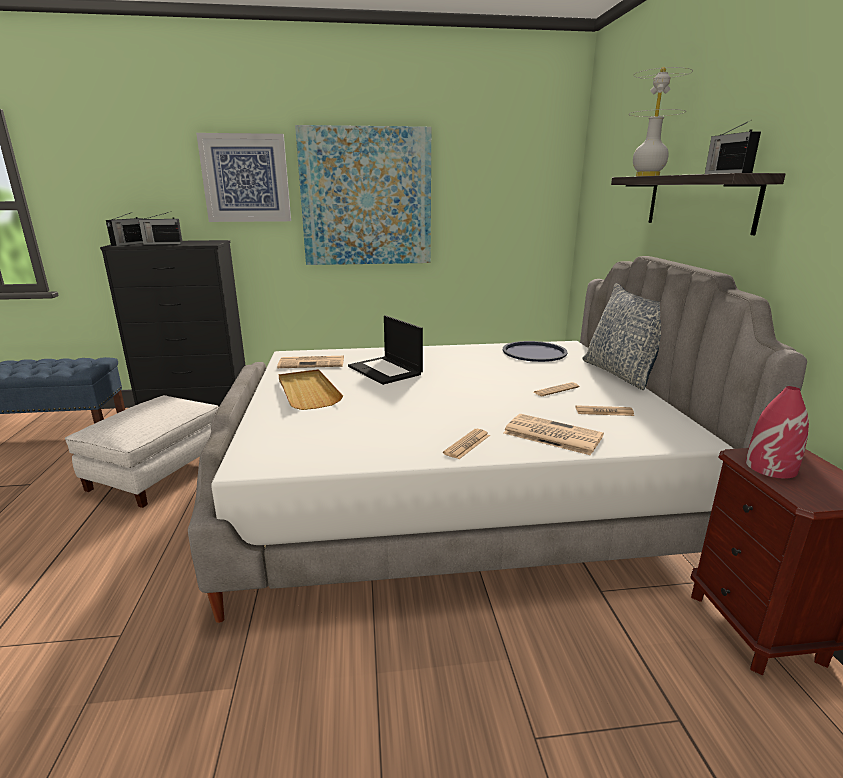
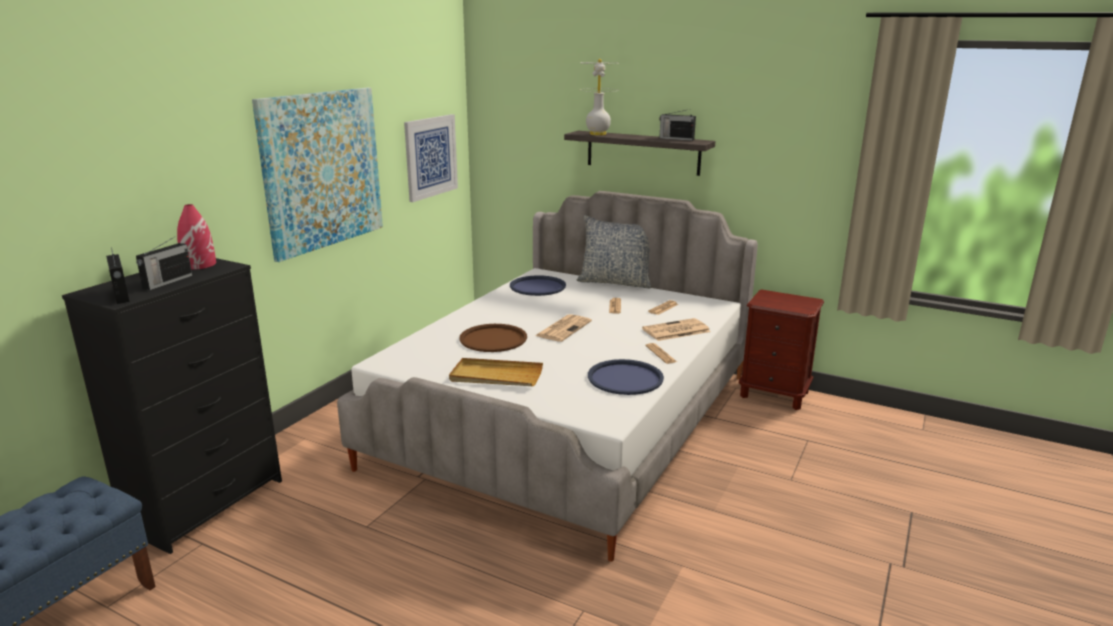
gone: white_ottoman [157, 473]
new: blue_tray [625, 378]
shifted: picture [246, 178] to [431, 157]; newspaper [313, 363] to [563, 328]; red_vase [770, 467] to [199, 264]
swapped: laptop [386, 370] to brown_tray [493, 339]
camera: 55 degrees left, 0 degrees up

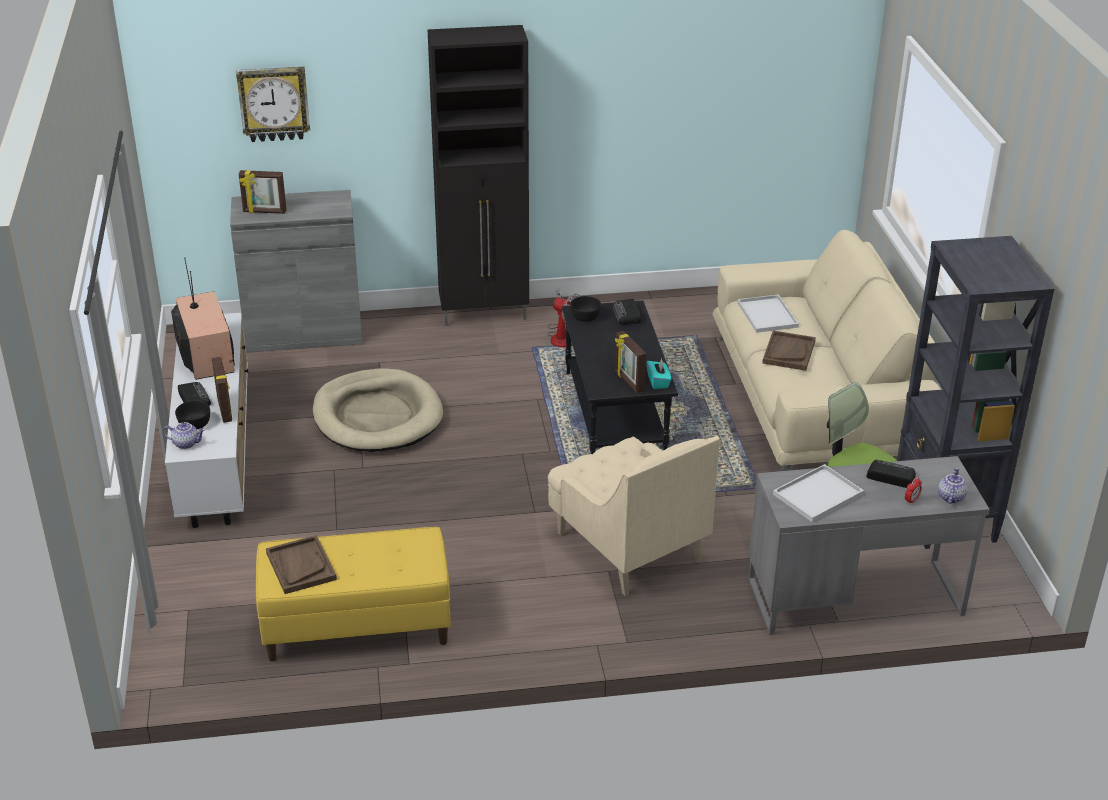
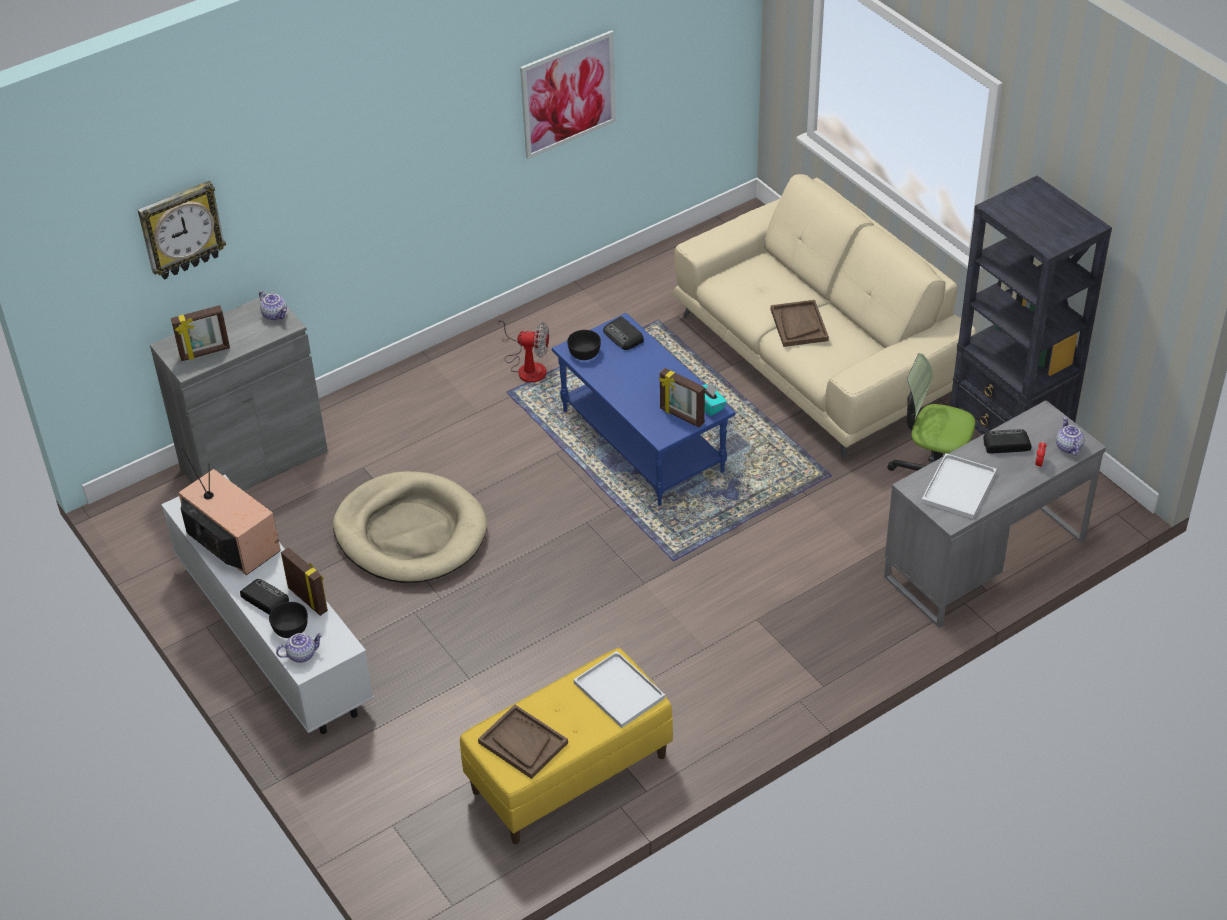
gone: black_cabinet [485, 314]; beige_armchair [627, 545]
new: teapot [275, 314]; picture [568, 94]
shifted: white_tray [766, 314] to [617, 690]
repainted: black_coffee_table [616, 413] to blue_coffee_table [644, 441]
camera: 25 degrees left, 10 degrees up

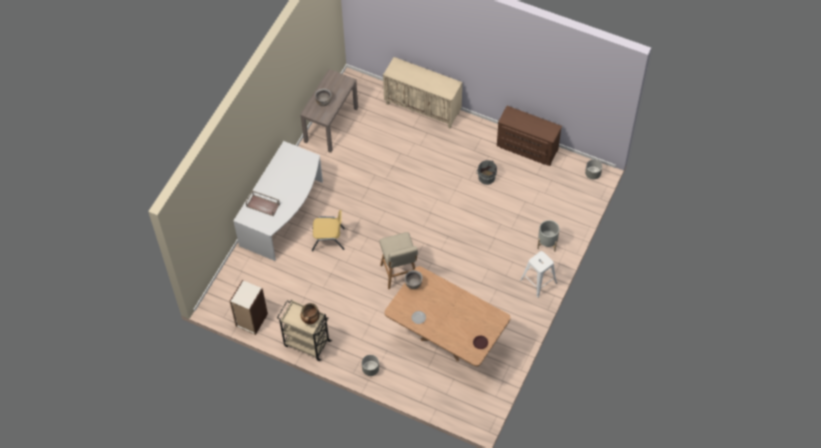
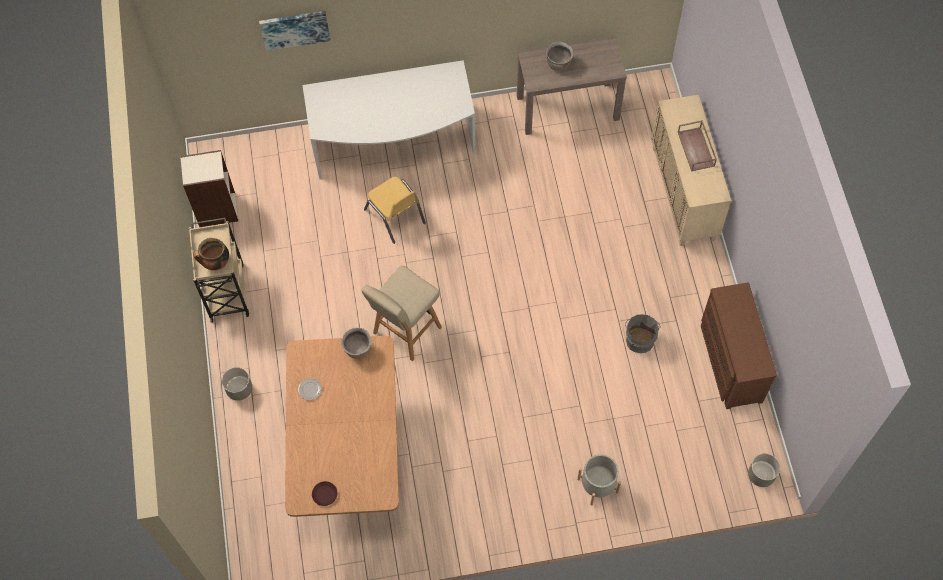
gone: white_stool [538, 281]
new: picture [295, 29]
shifted: brown_tray [263, 205] to [696, 149]
camera: 55 degrees right, 5 degrees up

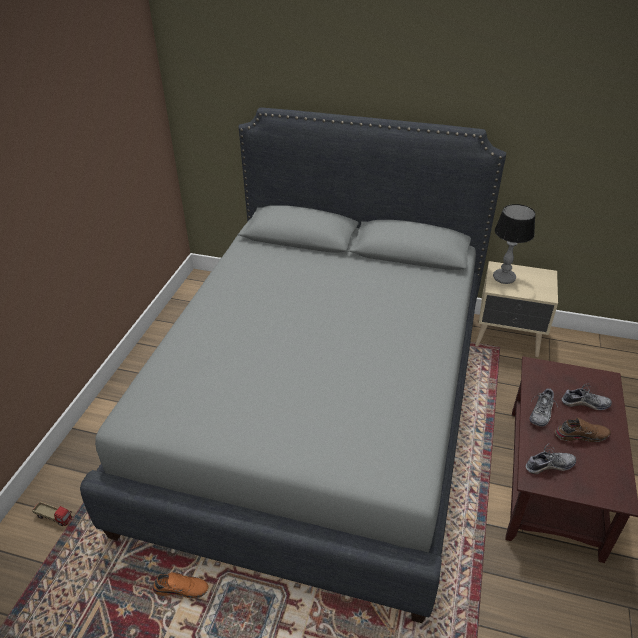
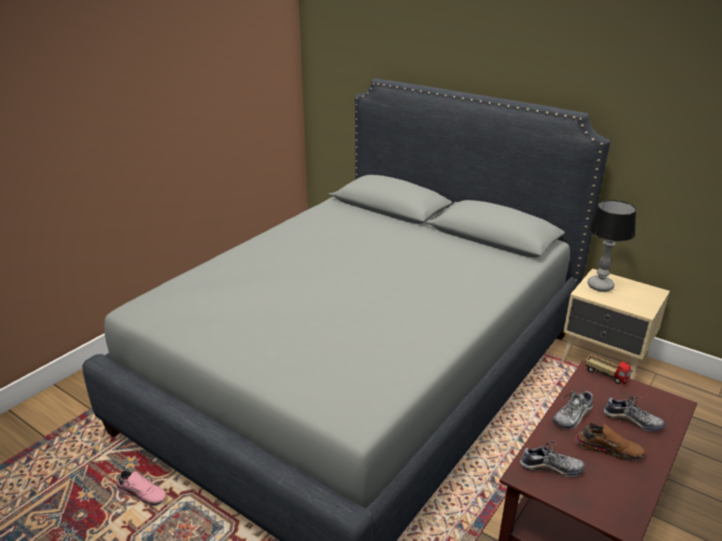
shifted: toy_truck [55, 517] to [606, 375]
repainted: orange_shoe [181, 588] to pink_shoe [143, 493]
camera: 20 degrees right, 10 degrees down

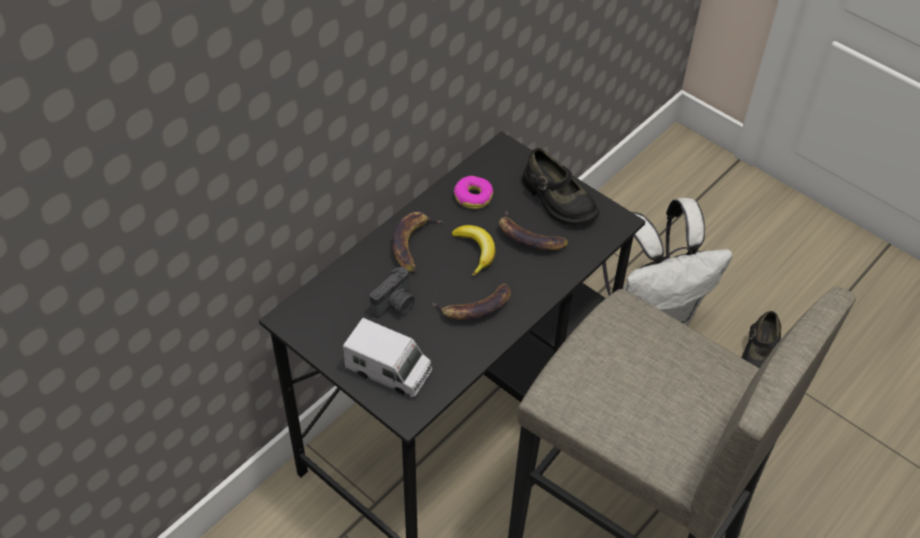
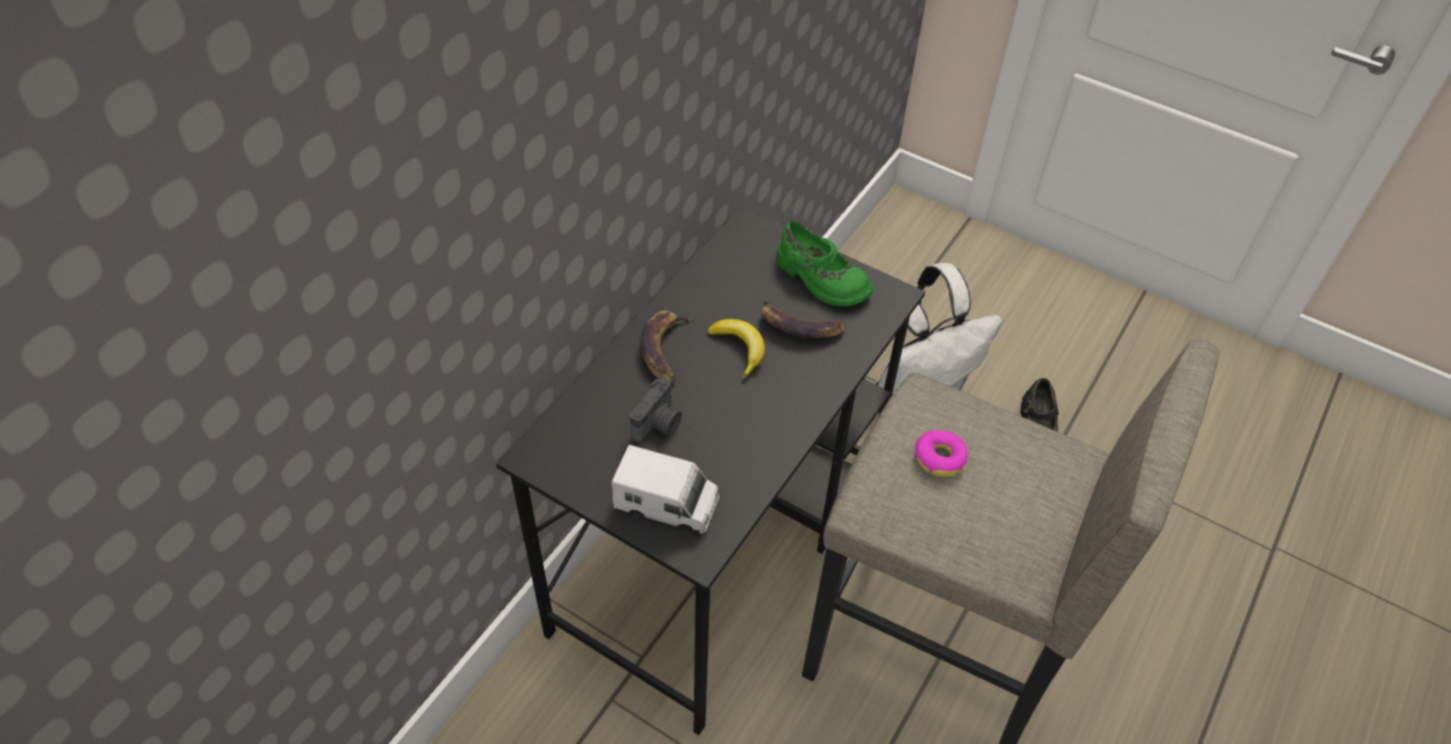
gone: banana [475, 308]
shifted: donut [473, 197] to [939, 458]
repainted: black_shoe [557, 200] to green_shoe [821, 279]
camera: 10 degrees left, 0 degrees up

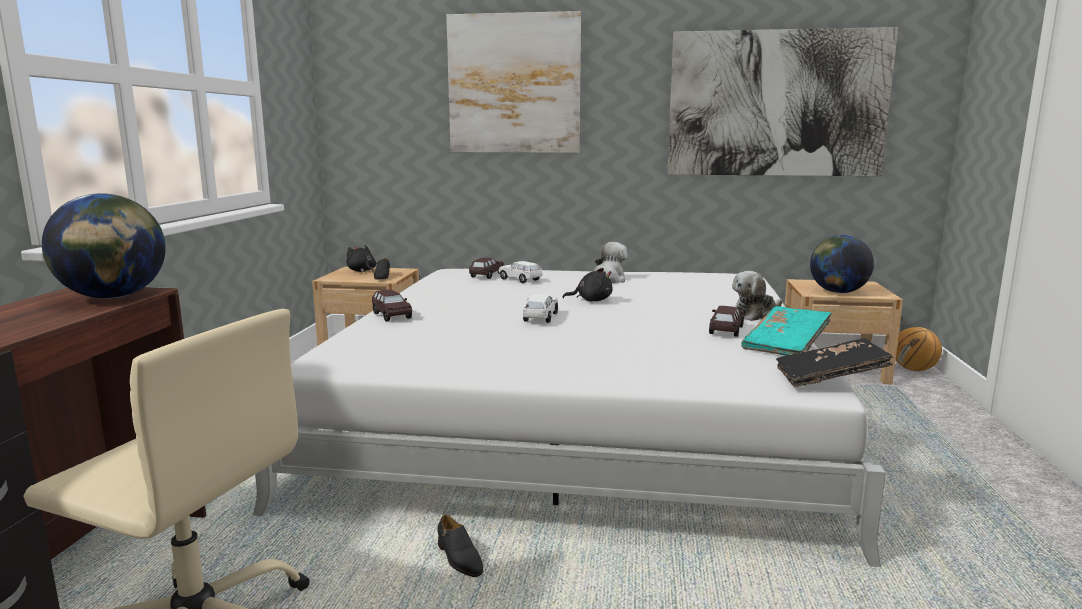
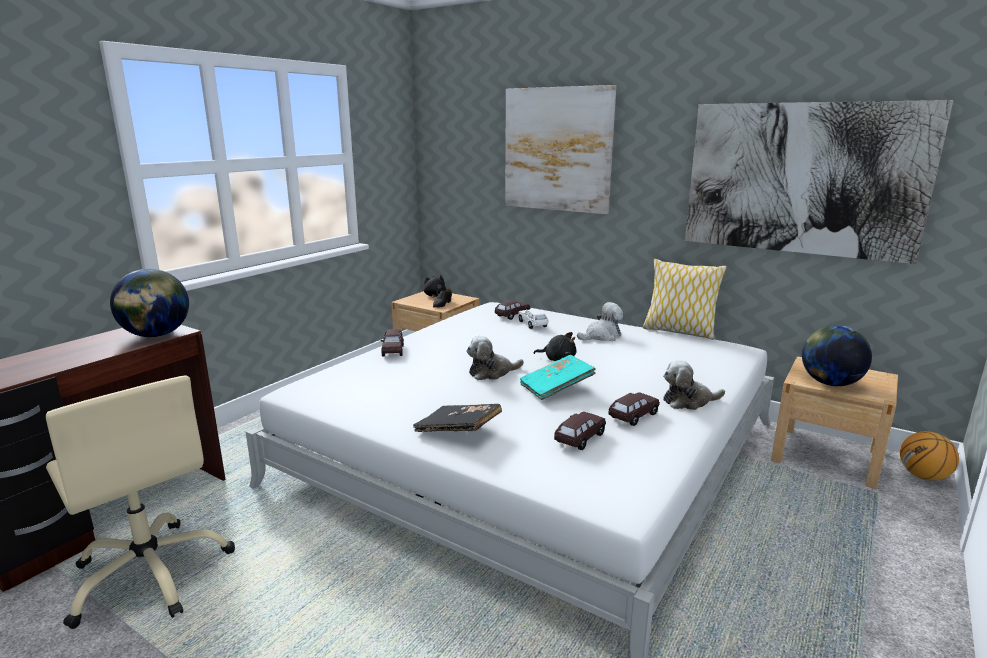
gone: black_shoe [459, 559]
new: brown_toy_car [579, 438]; pillow [679, 331]
shifted: turquoise_book [786, 346] to [556, 387]; black_book [829, 379] to [458, 430]
swapped: white_toy_car [540, 317] to plush_toy [492, 373]
camera: 25 degrees right, 5 degrees up

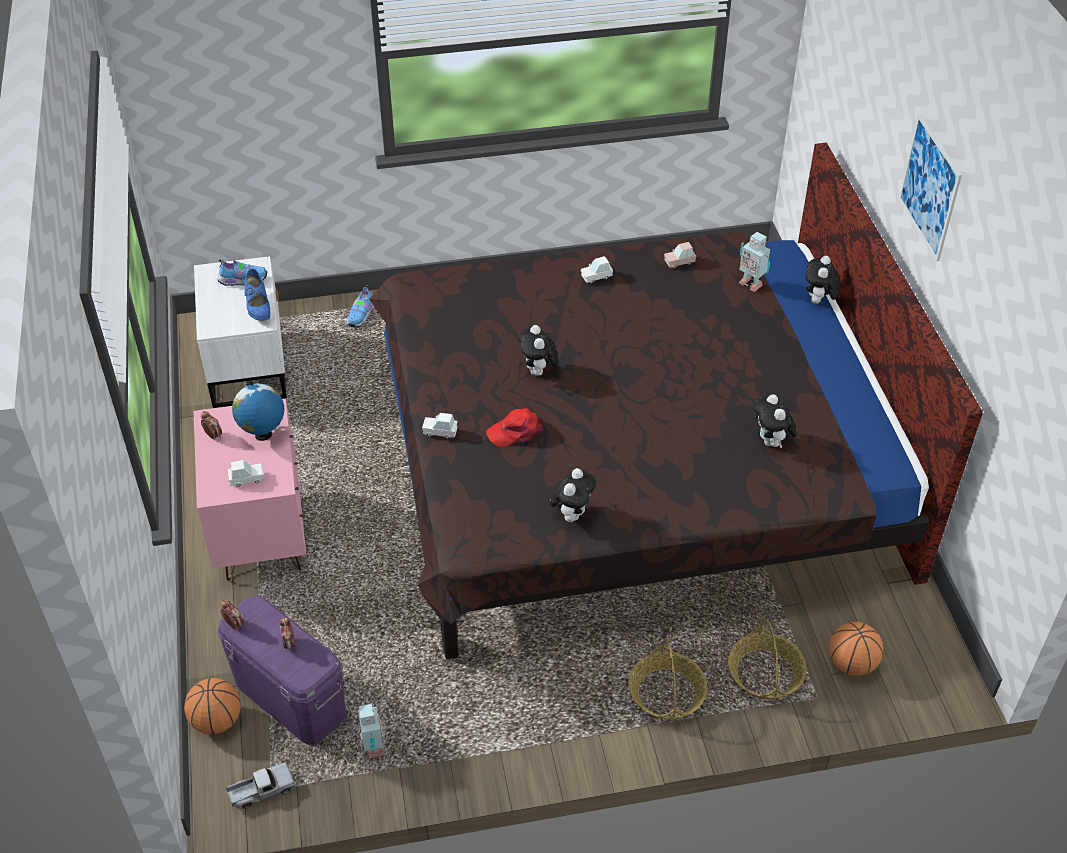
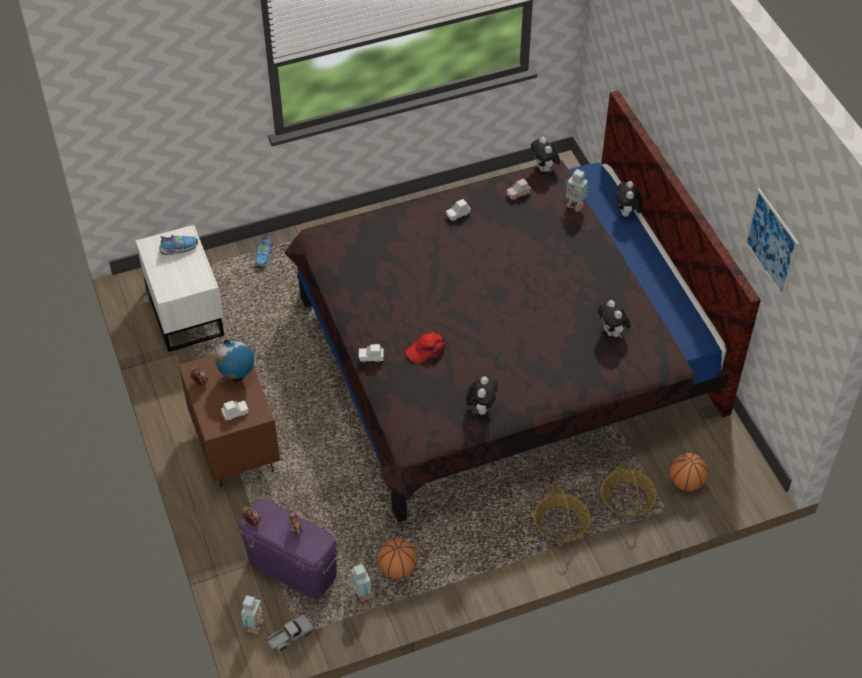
gone: blue_shoe [258, 308]
new: toy_robot [254, 626]
shifted: basketball [217, 721] to [398, 568]; plush_toy [538, 372] to [544, 169]; picture [929, 187] to [771, 242]
repainted: pink_nightstand [260, 535] to brown_nightstand [235, 448]
camera: 10 degrees left, 5 degrees up

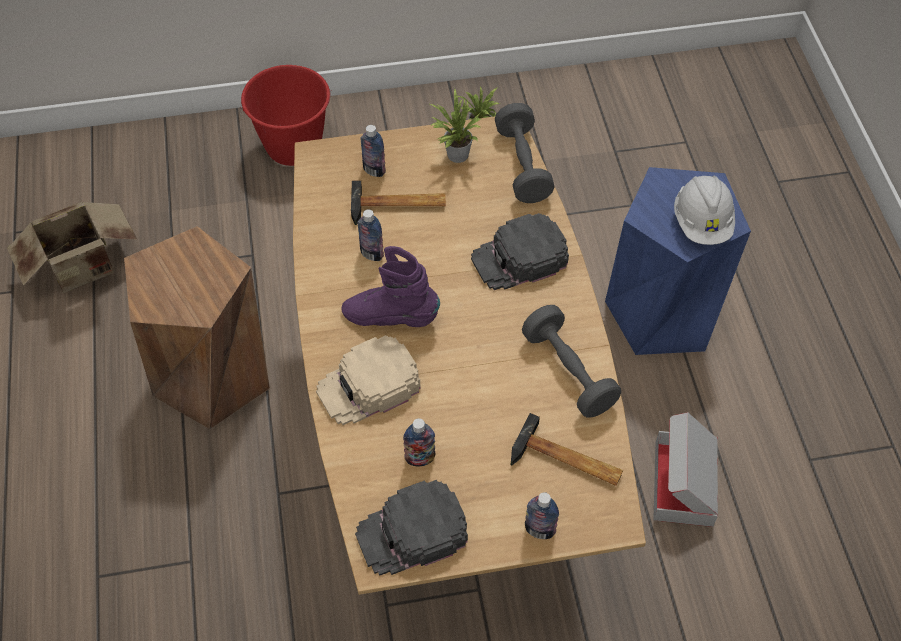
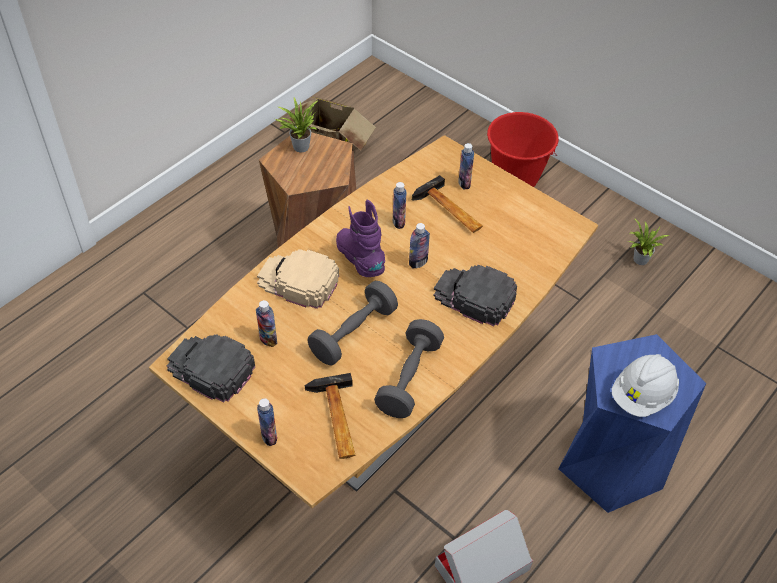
new: bottle [418, 262]
shifted: potted_plant [455, 155] to [299, 146]; grey_dumbbell [522, 165] to [353, 333]
camera: 50 degrees right, 5 degrees down

